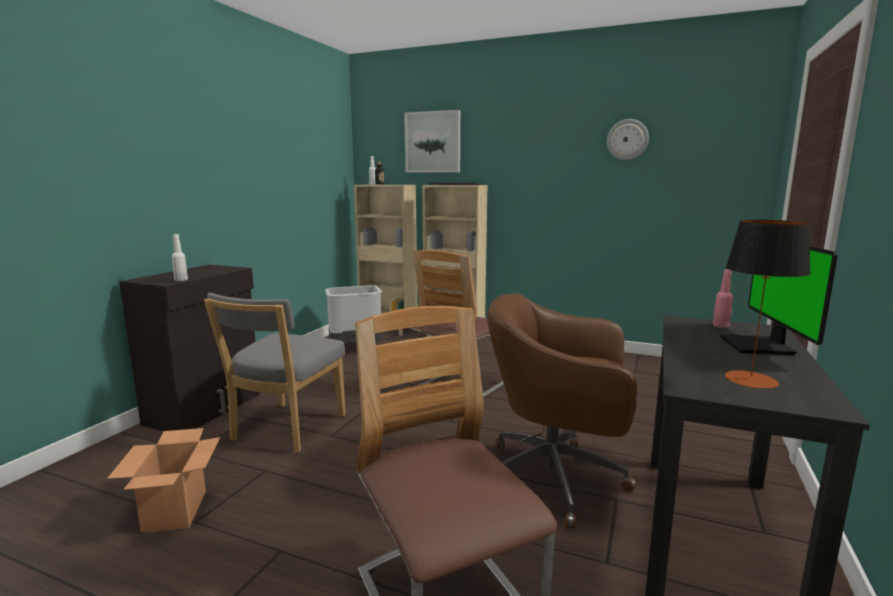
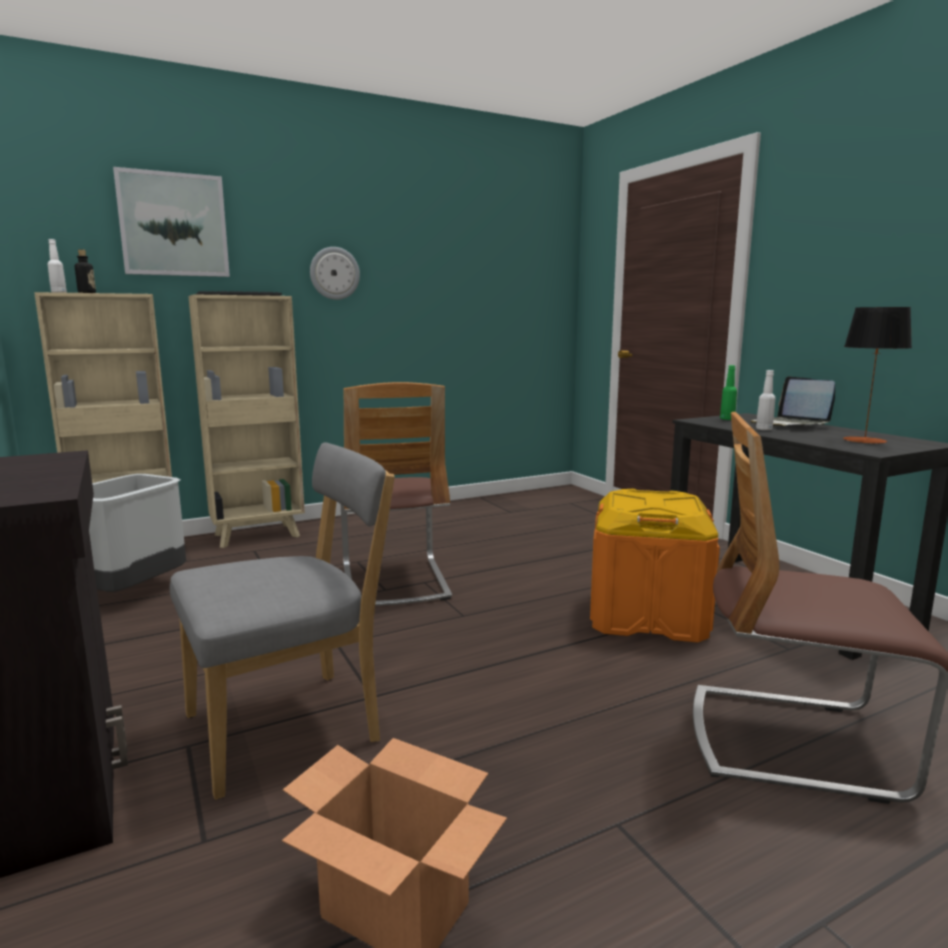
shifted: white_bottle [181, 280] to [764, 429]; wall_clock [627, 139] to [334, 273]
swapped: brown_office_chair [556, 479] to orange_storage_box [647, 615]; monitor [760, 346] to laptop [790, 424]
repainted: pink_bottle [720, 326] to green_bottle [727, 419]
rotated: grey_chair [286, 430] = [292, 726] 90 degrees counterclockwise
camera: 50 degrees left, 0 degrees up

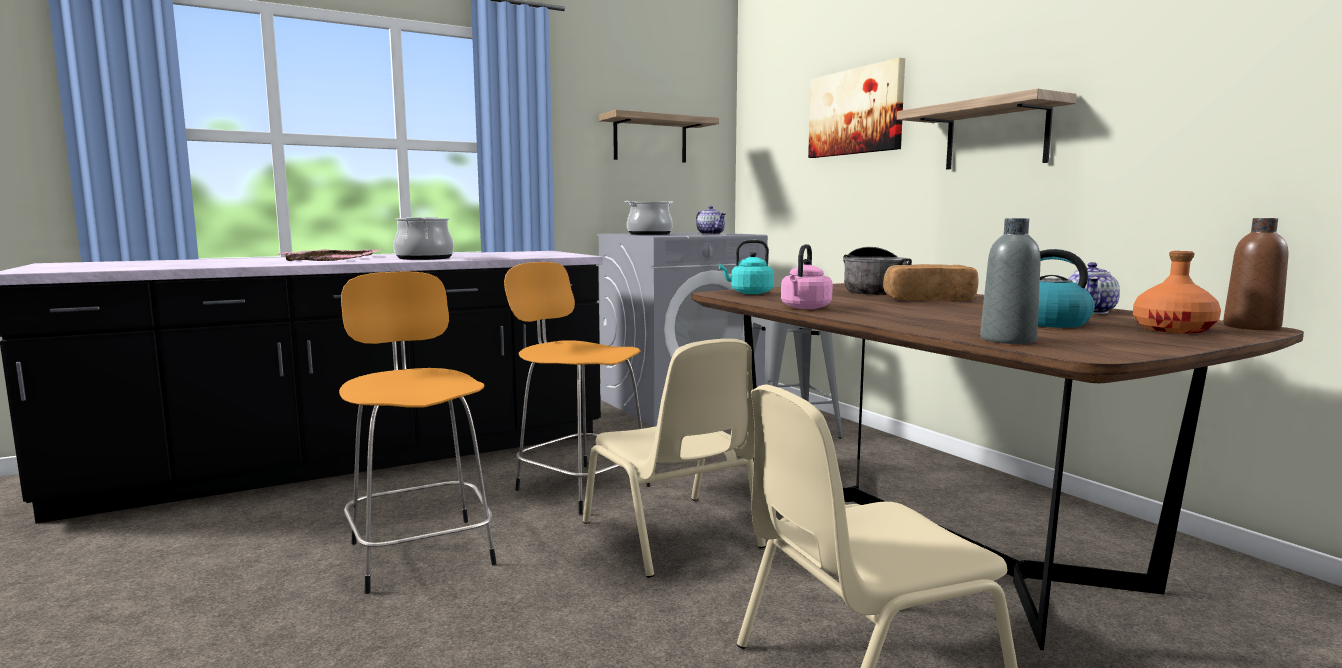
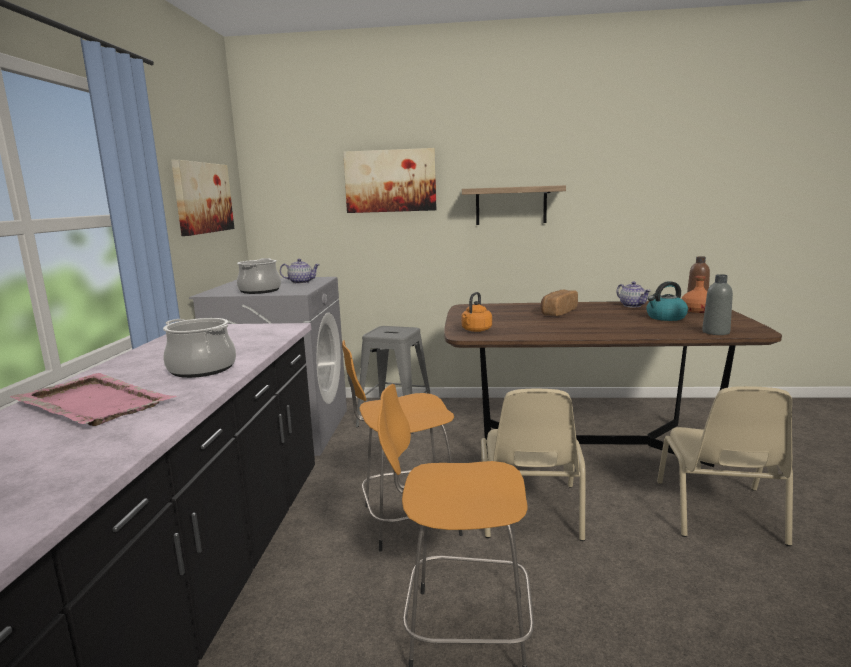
gone: pink_kettle [805, 308]; cooking_pot [874, 290]
swapped: shelf [650, 139] to picture [202, 198]
repainted: turquoise_kettle [749, 293] to orange_kettle [475, 330]
rotated: beige_chair [673, 536] = [529, 511] 90 degrees clockwise
camera: 55 degrees left, 5 degrees up

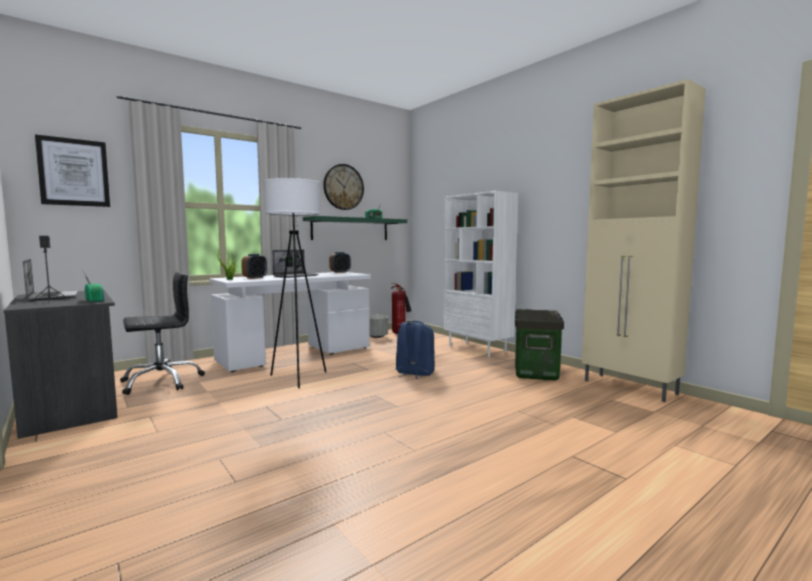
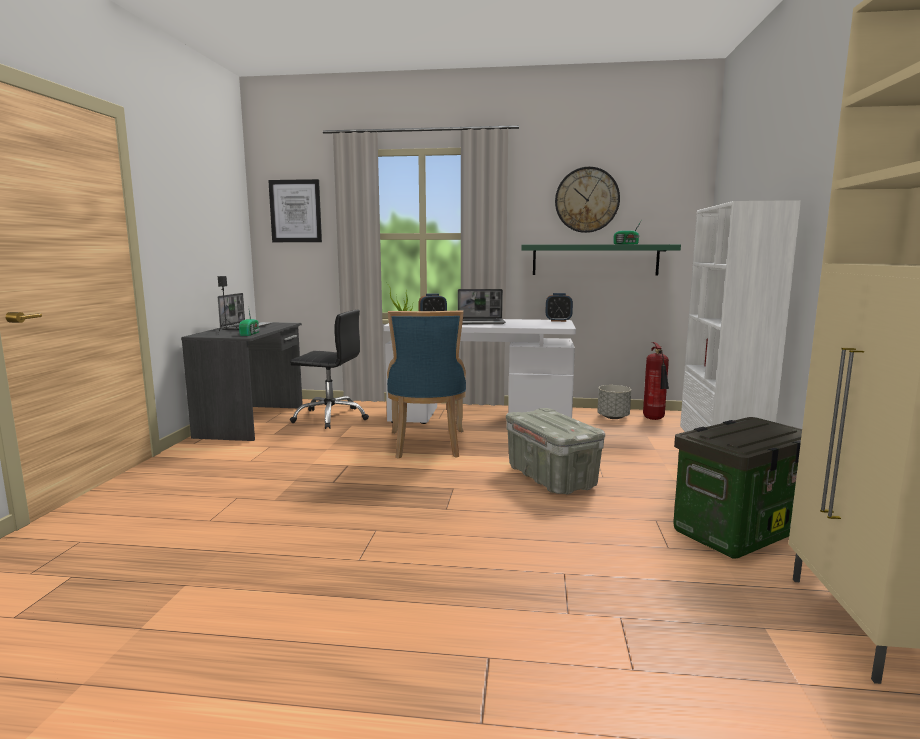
swapped: white_floor_lamp [298, 378] to blue_chair [427, 445]; blue_backpack [414, 373] to grey_storage_box [550, 477]
camera: 45 degrees right, 5 degrees up

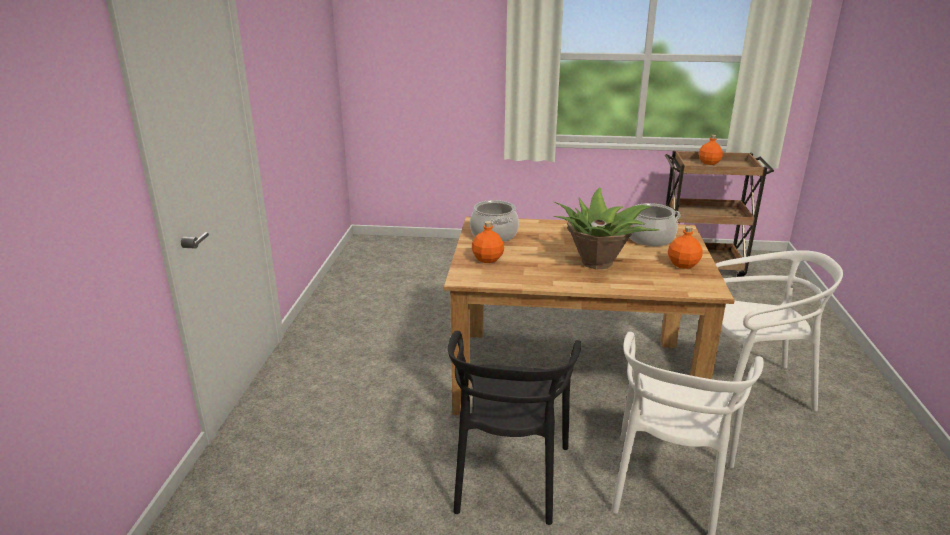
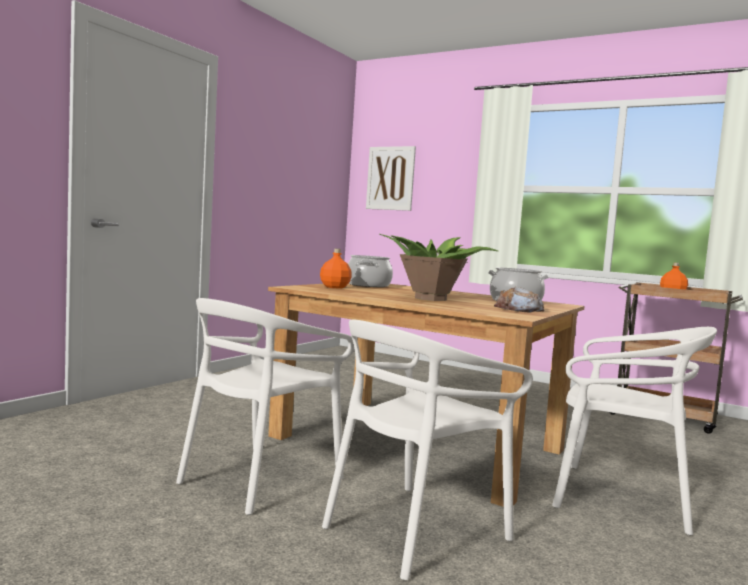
new: picture [390, 178]
swapped: orange_bottle [683, 265] to bread [519, 309]
repainted: black_chair [508, 475] to white_chair [259, 478]
camera: 25 degrees right, 20 degrees down

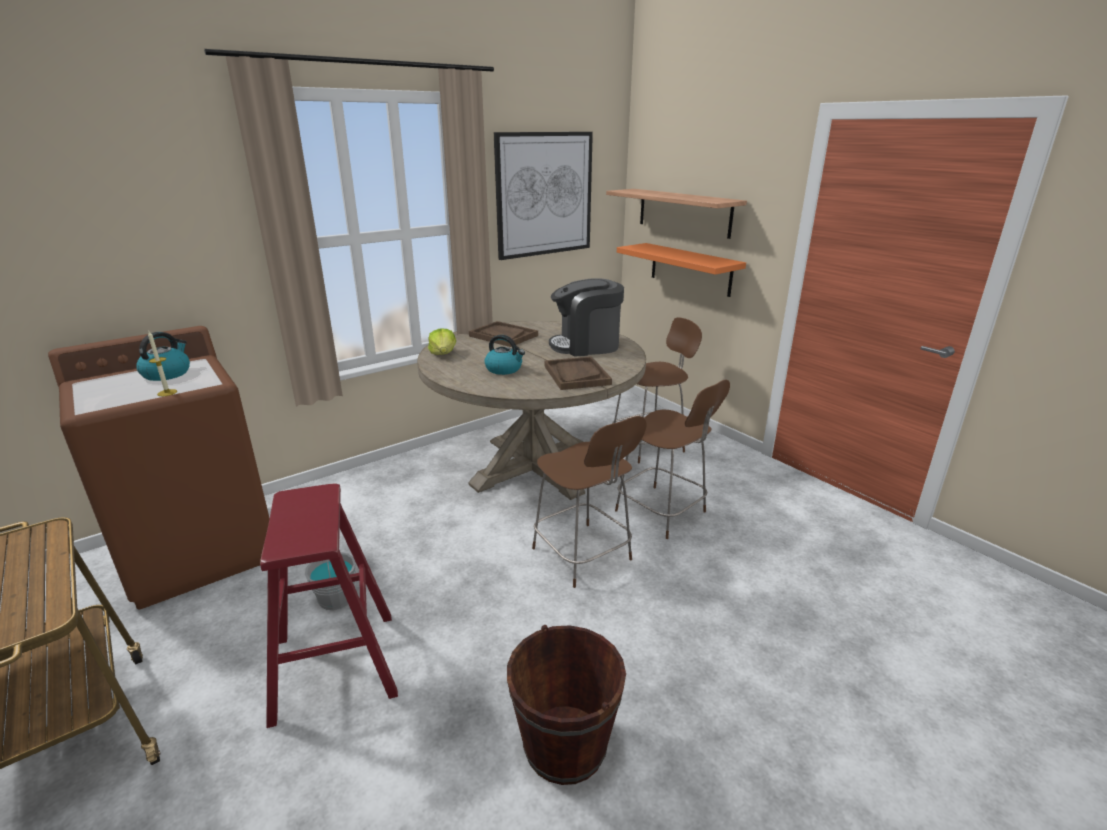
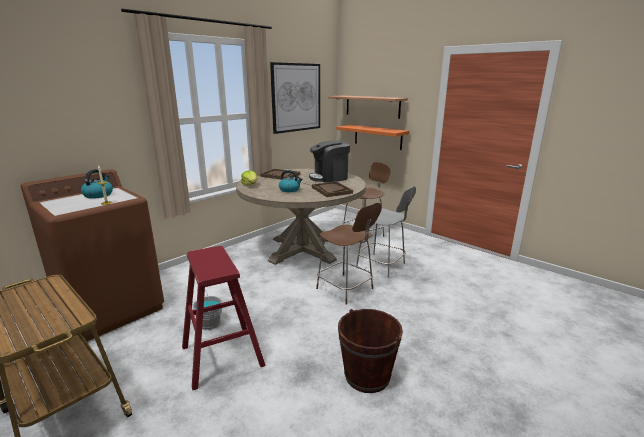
repainted: brown_chair [663, 513] to grey_chair [382, 265]
camera: 10 degrees left, 5 degrees down

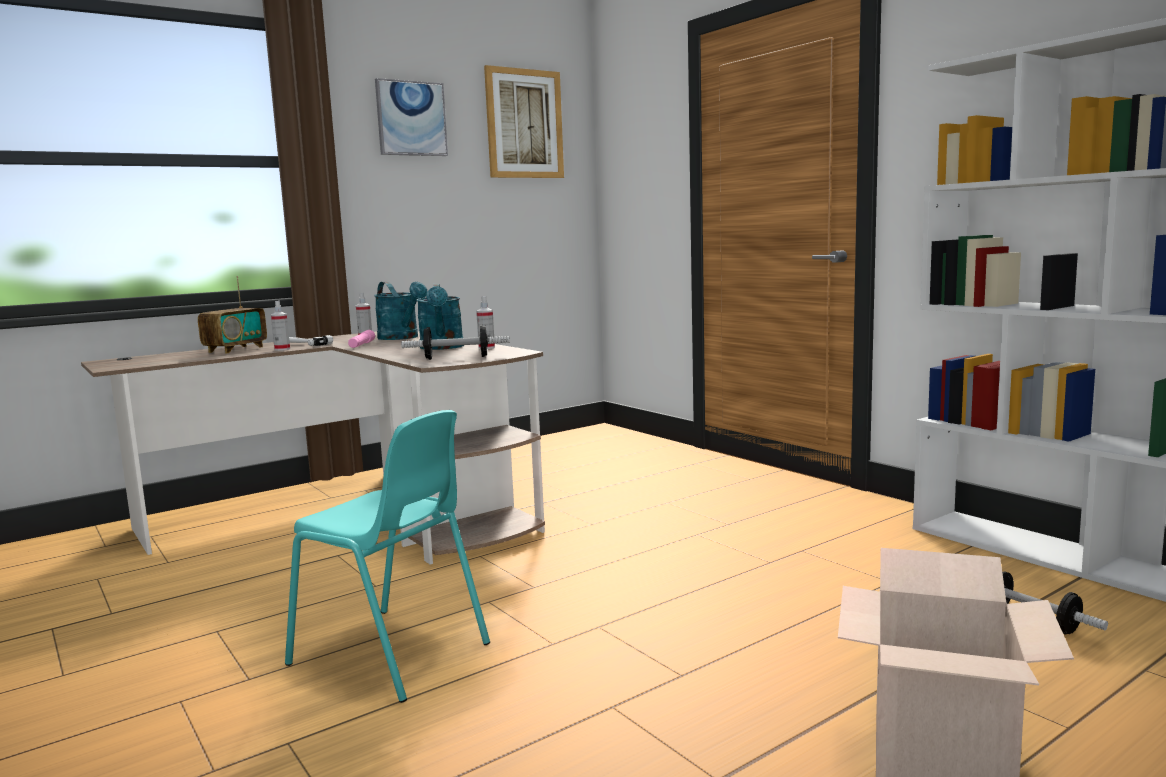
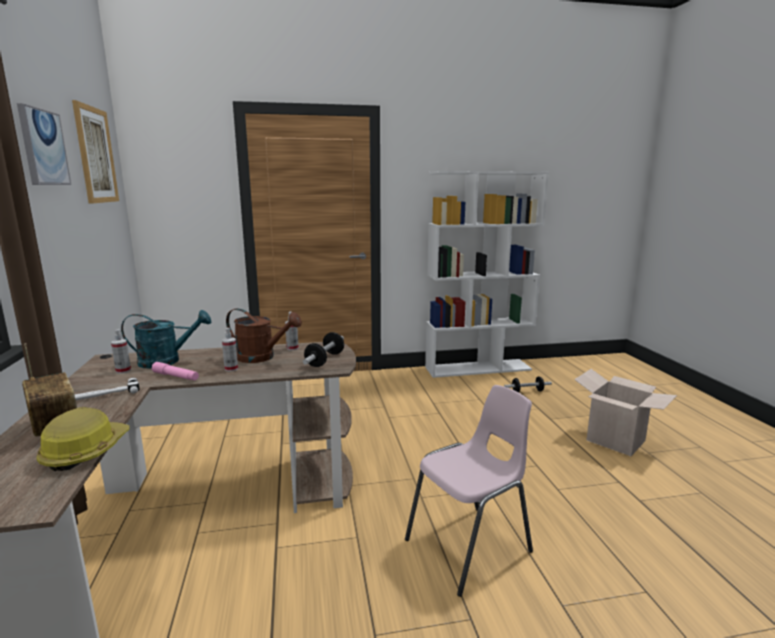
new: hard_hat [85, 451]
shifted: spray_bottle [282, 349] to [231, 369]
repainted: turquoise_chair [391, 654] to pink_chair [470, 546]; turquoise_watering_can [442, 347] to brown_watering_can [262, 357]
camera: 65 degrees left, 5 degrees up

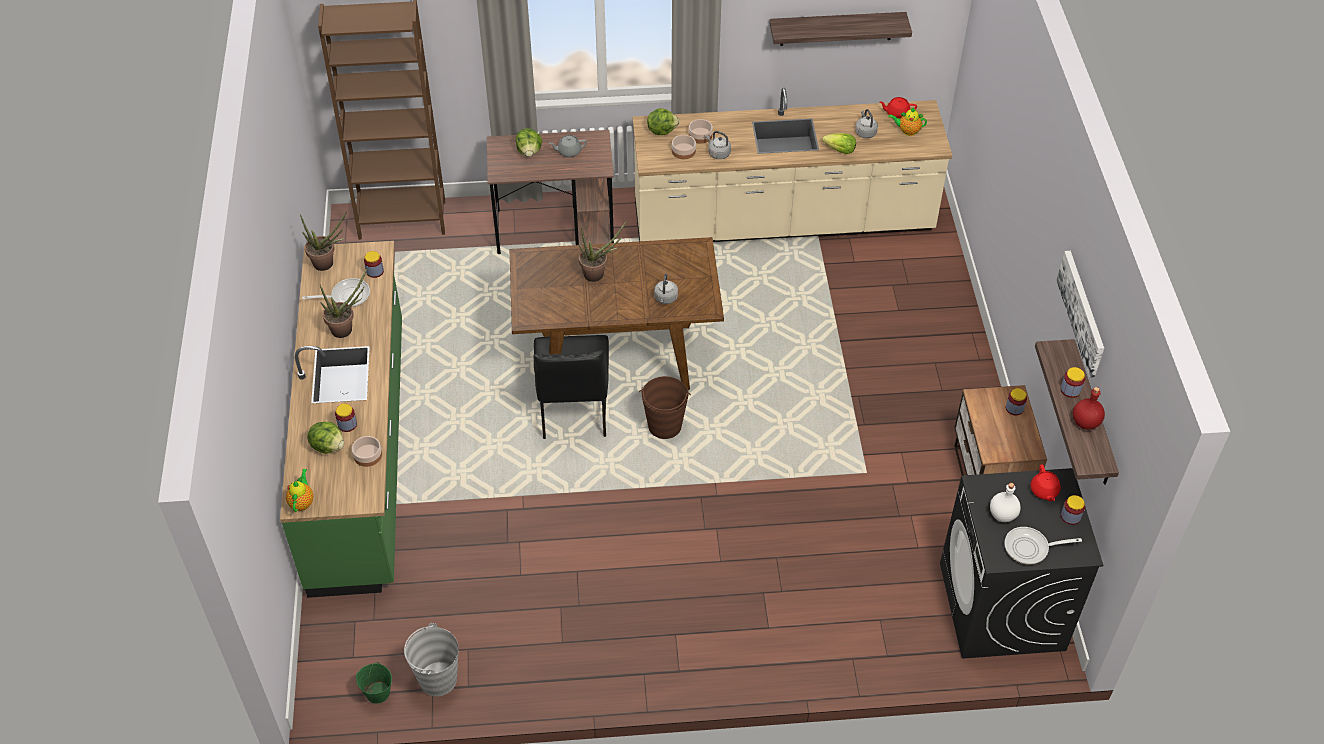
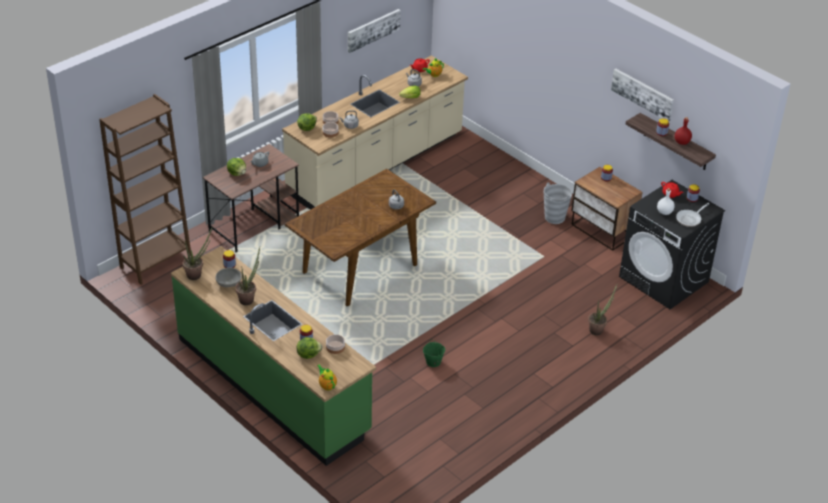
gone: black_chair [573, 410]; brown_bucket [664, 426]
shifted: green_bucket [377, 692] to [433, 362]; grey_bucket [437, 679] to [554, 217]; potted_plant [598, 274] to [598, 329]
swapped: frying_pan [347, 296] to grey_bowl [228, 283]; shelf [836, 28] to picture [373, 30]
camera: 40 degrees left, 10 degrees down

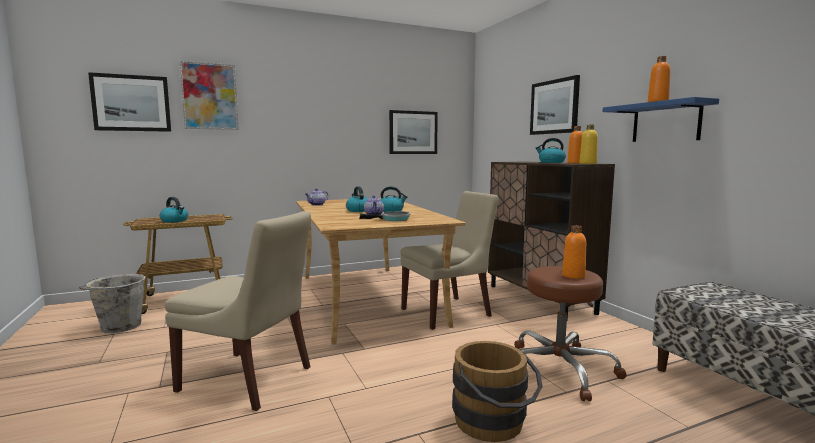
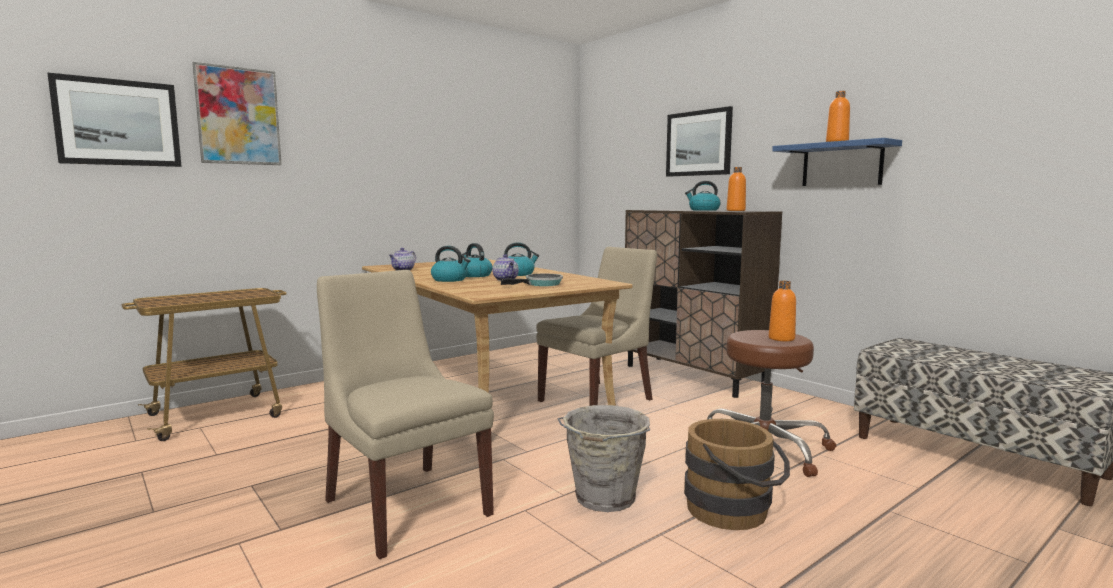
gone: picture [413, 132]; yellow_bottle [588, 163]
shifted: grey_bucket [119, 327] to [604, 499]; kettle [175, 221] to [450, 280]
rotated: beige_chair [249, 380] = [404, 505] 135 degrees counterclockwise
camera: 15 degrees left, 0 degrees up

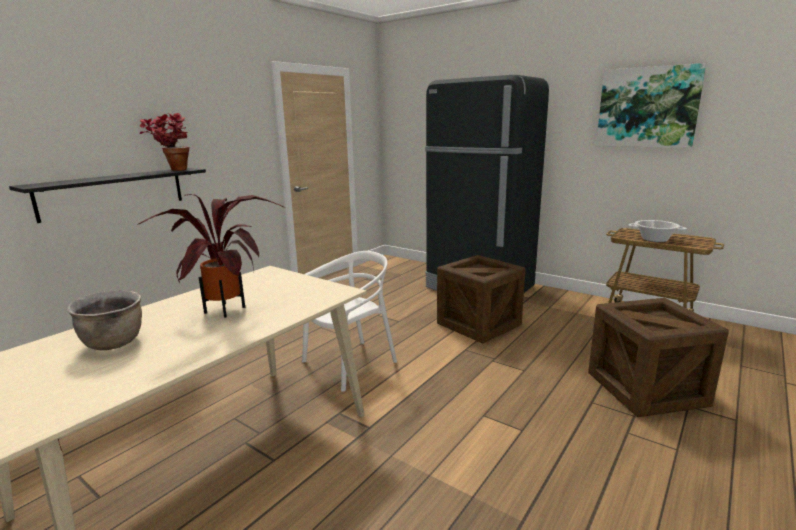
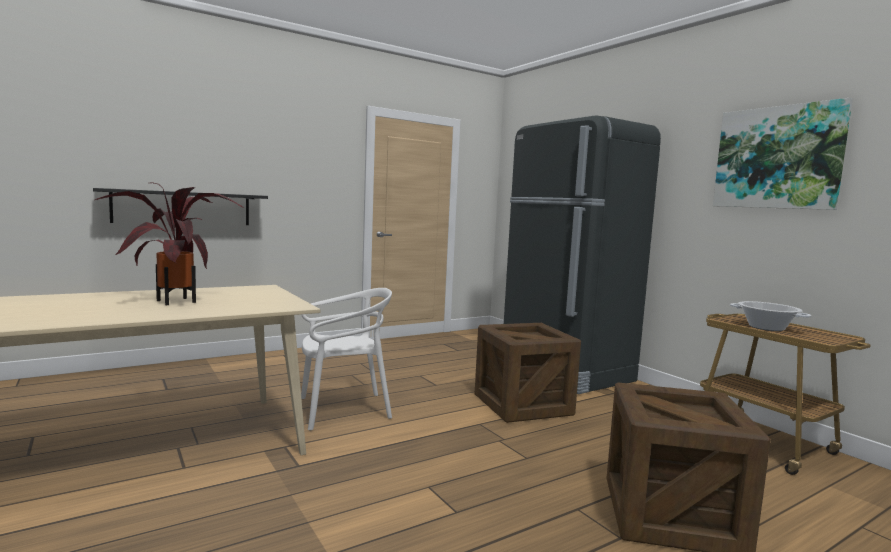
gone: brown_cooking_pot [114, 343]; potted_plant [172, 170]
camera: 20 degrees right, 10 degrees down

